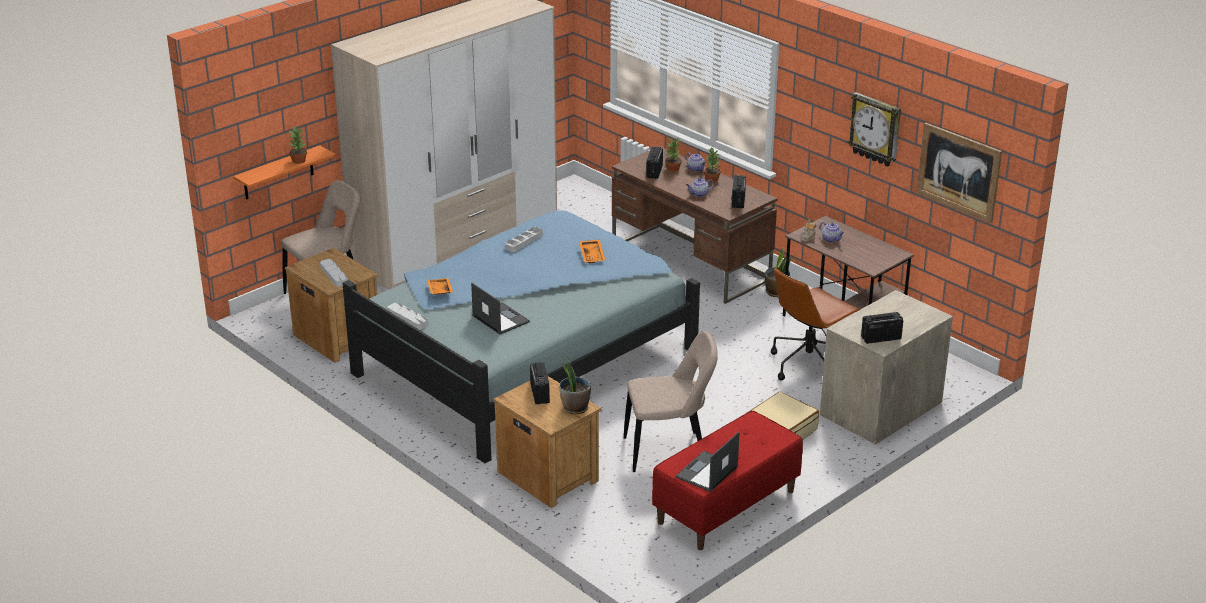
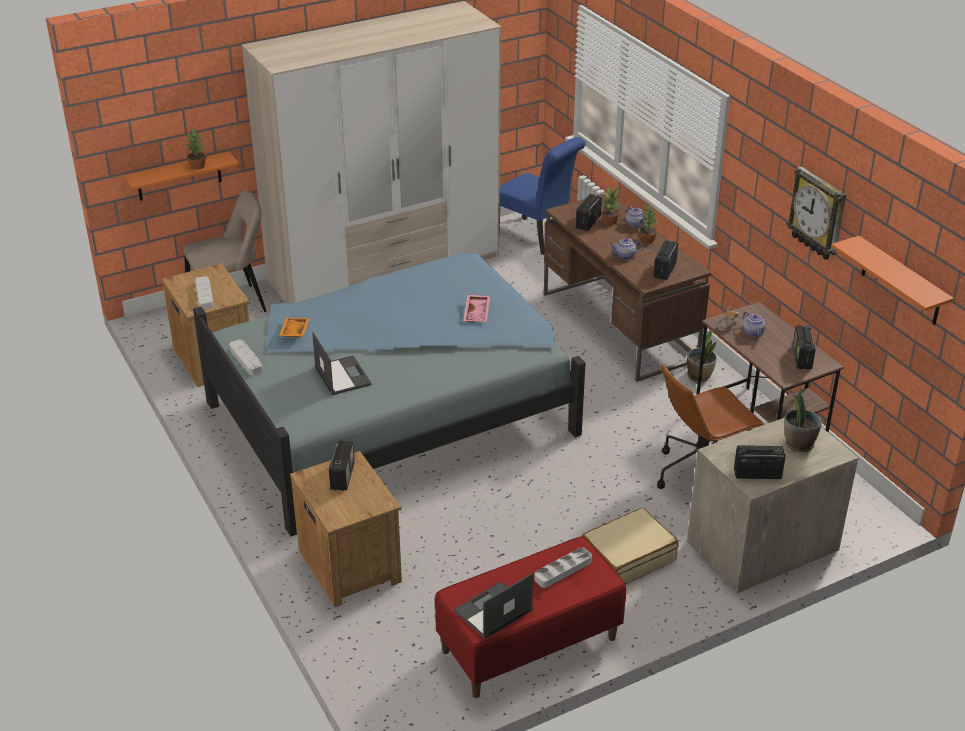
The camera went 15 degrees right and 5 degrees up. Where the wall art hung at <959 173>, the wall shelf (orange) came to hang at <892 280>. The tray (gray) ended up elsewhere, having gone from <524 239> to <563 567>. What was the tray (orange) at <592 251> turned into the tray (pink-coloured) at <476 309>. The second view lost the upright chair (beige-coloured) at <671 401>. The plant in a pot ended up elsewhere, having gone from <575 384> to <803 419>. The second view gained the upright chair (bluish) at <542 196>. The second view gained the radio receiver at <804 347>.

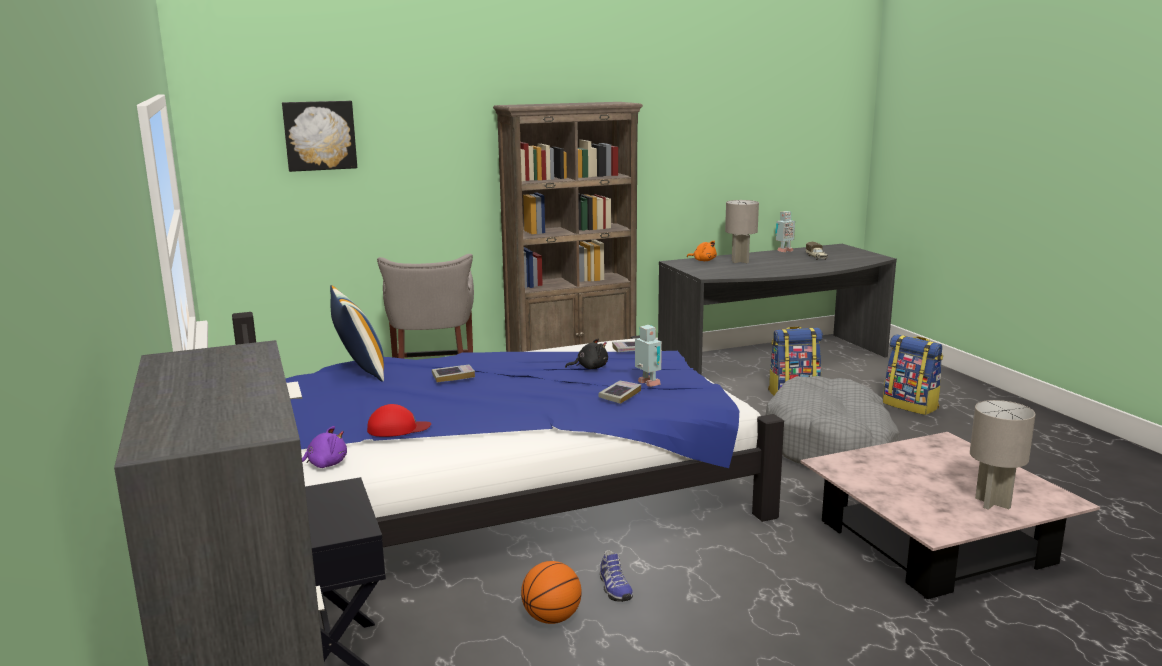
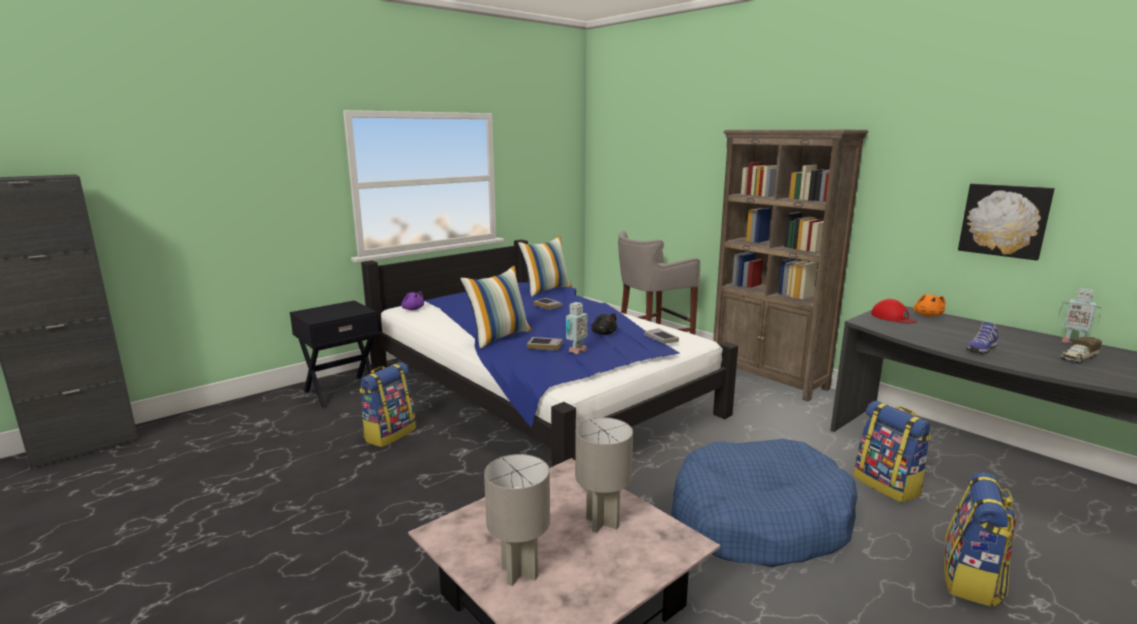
The camera went 70 degrees right and 0 degrees up. The wall art ended up elsewhere, having gone from <319 136> to <1006 221>. The lamp for a table (gray) ended up elsewhere, having gone from <742 231> to <604 475>. What was the pet bed (gray) at <833 420> turned into the pet bed (bluish) at <764 503>. The baseball cap (red) ended up elsewhere, having gone from <399 420> to <894 311>. The shoe ended up elsewhere, having gone from <616 576> to <982 338>. Where the ball for basketball stood at <551 592>, the backpack came to stand at <387 404>. The second view gained the pillow at <496 307>.

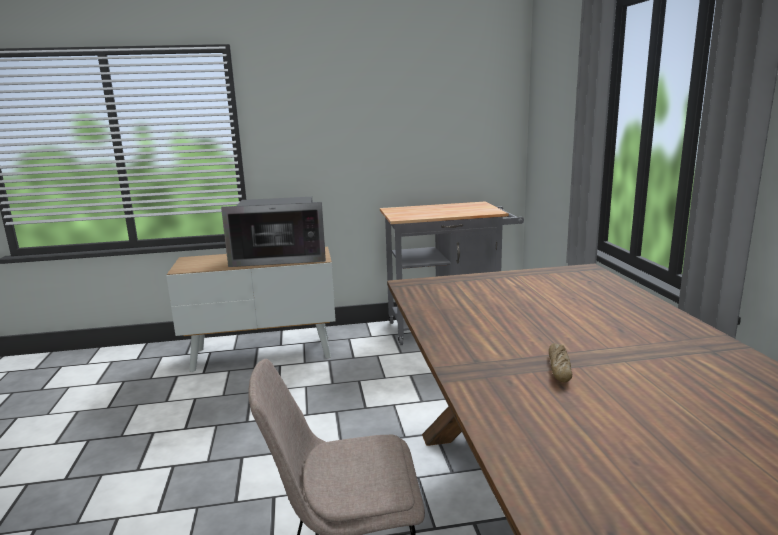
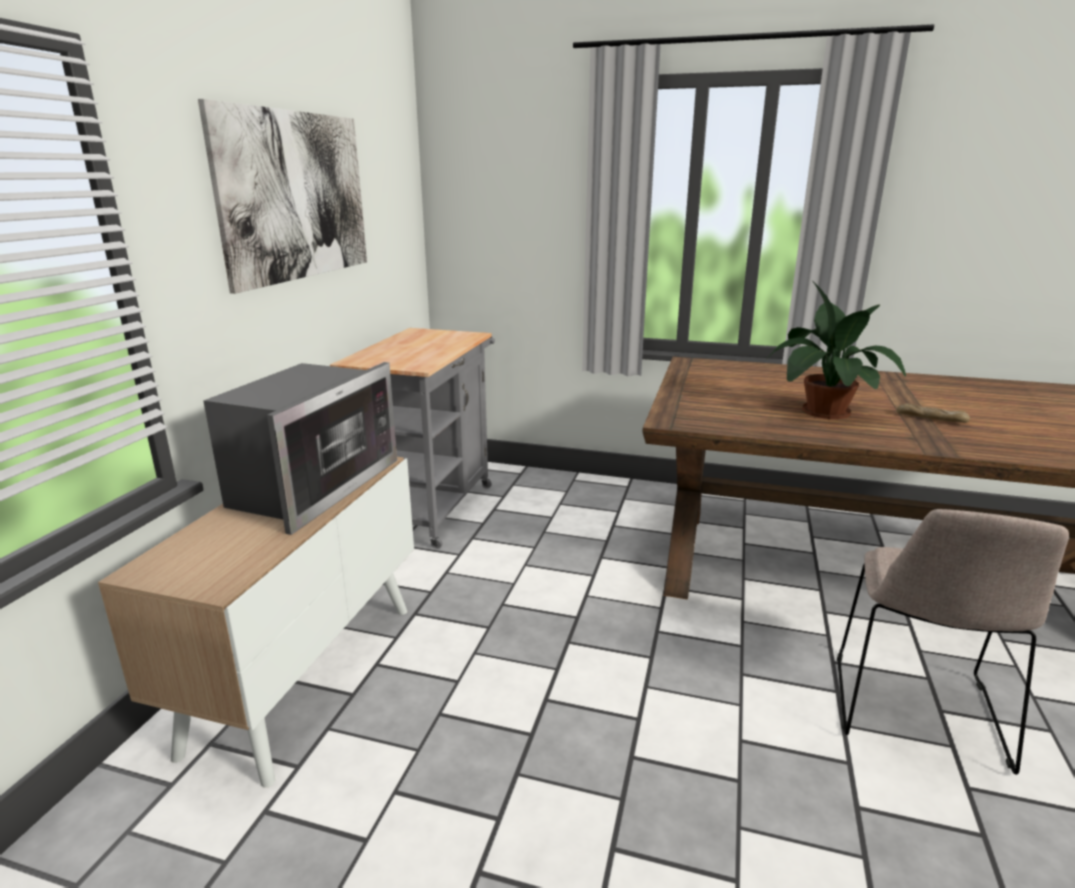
The camera went 65 degrees left and 5 degrees up. The second view gained the wall art at <282 196>. The second view gained the plant in a pot at <836 350>.

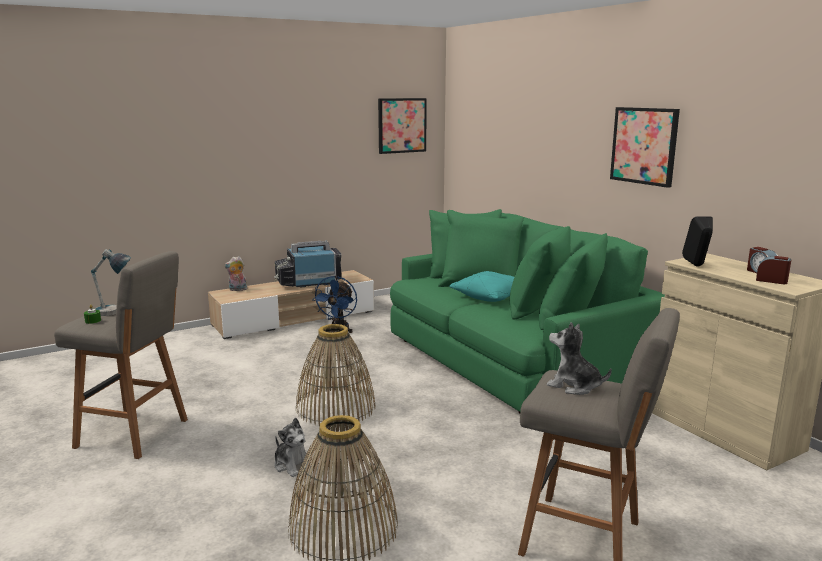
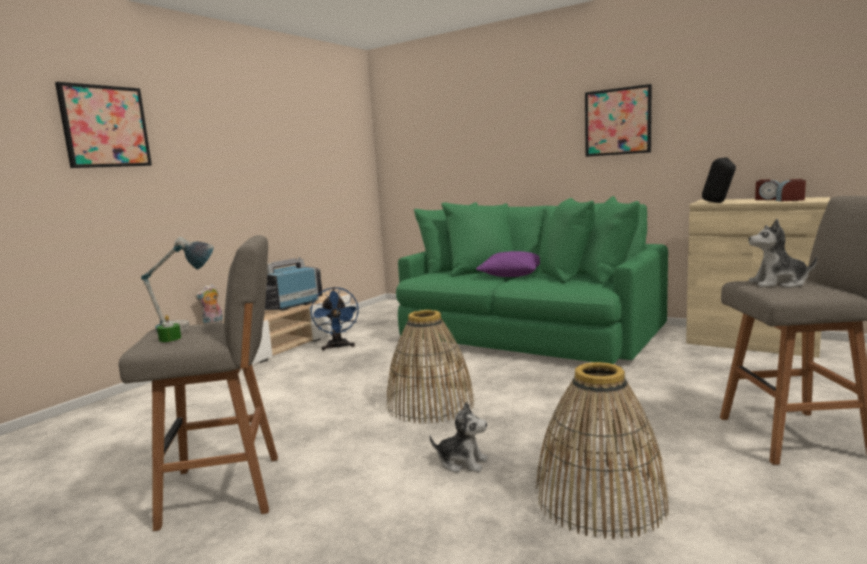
The camera went 25 degrees left and 5 degrees down. The wall art ended up elsewhere, having gone from <402 126> to <103 125>. What was the pillow (blue-green) at <481 286> turned into the pillow (purple) at <508 264>.

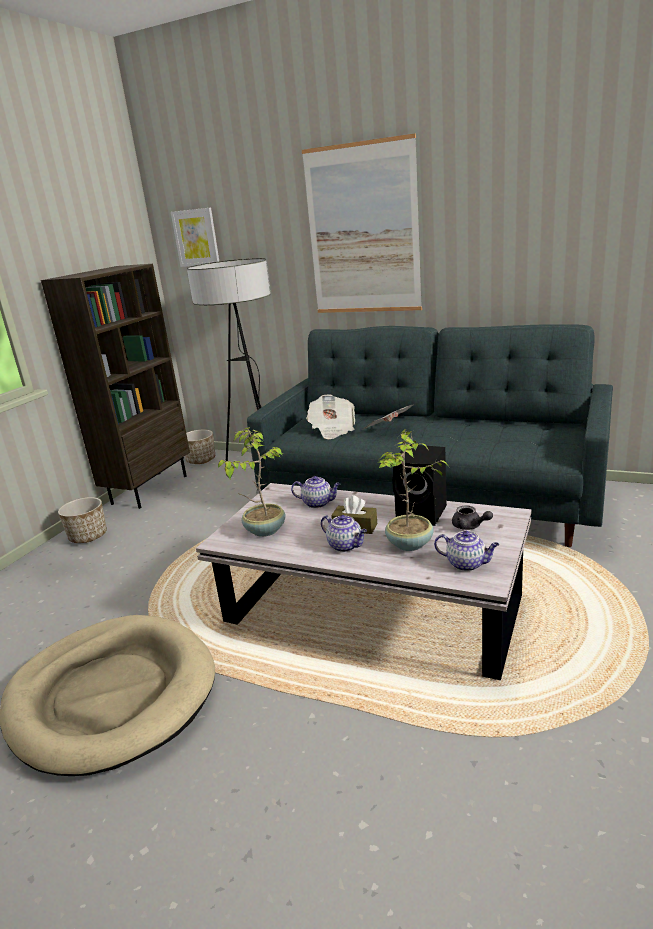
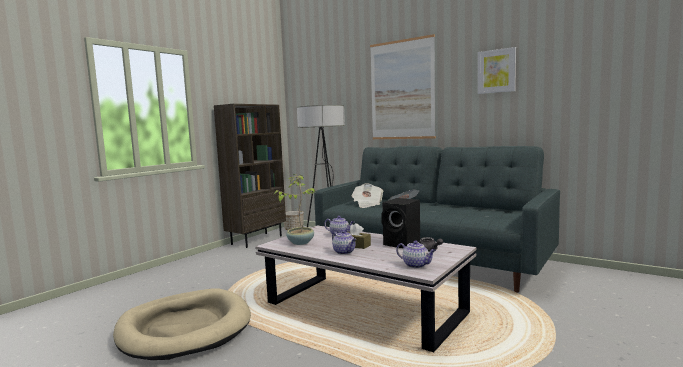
The camera went 10 degrees right and 15 degrees down. The wall art ended up elsewhere, having gone from <195 237> to <497 70>. The second view lost the plant in a pot at <413 490>. The second view lost the planter at <82 520>.

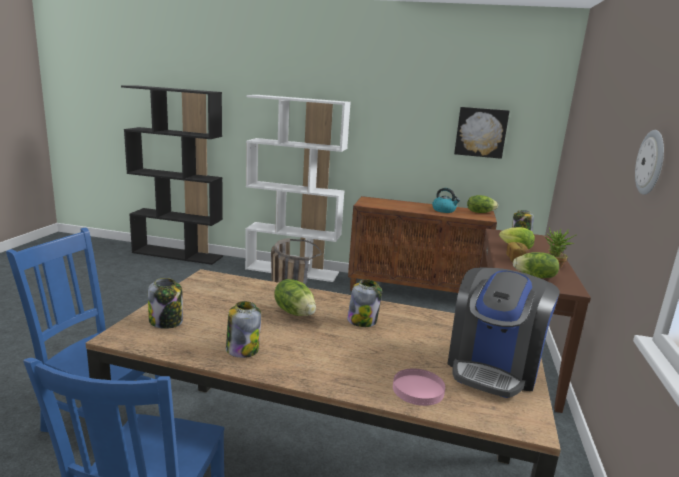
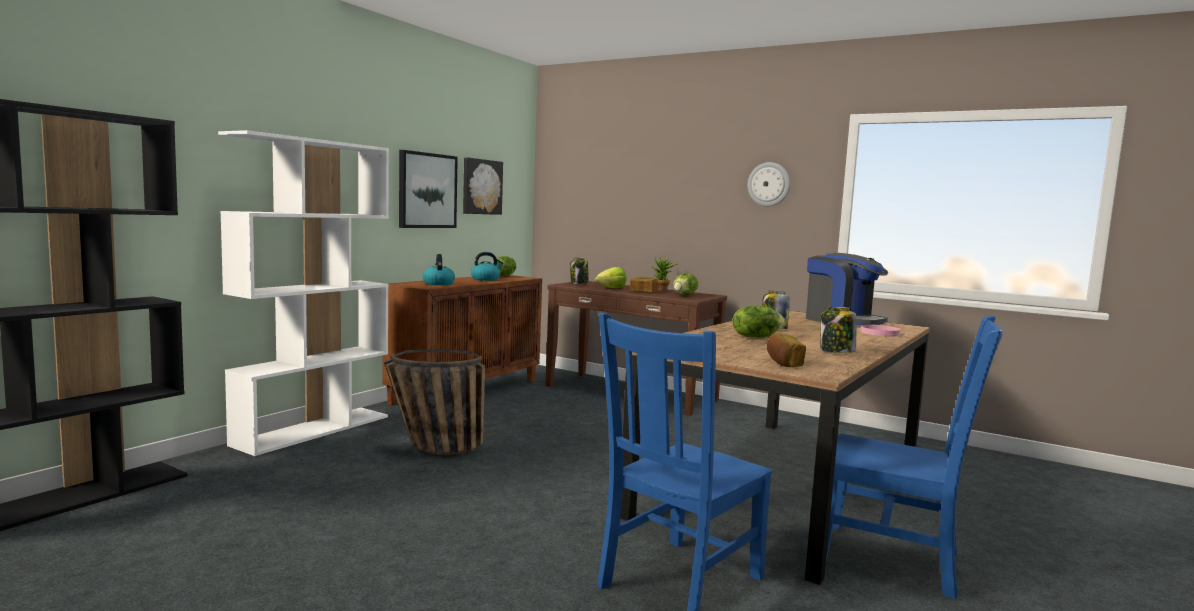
The camera went 70 degrees left and 10 degrees down. Where the jar stood at <165 303>, the baked bread came to stand at <786 350>. The second view gained the wall art at <428 189>. The second view gained the kettle at <439 269>.

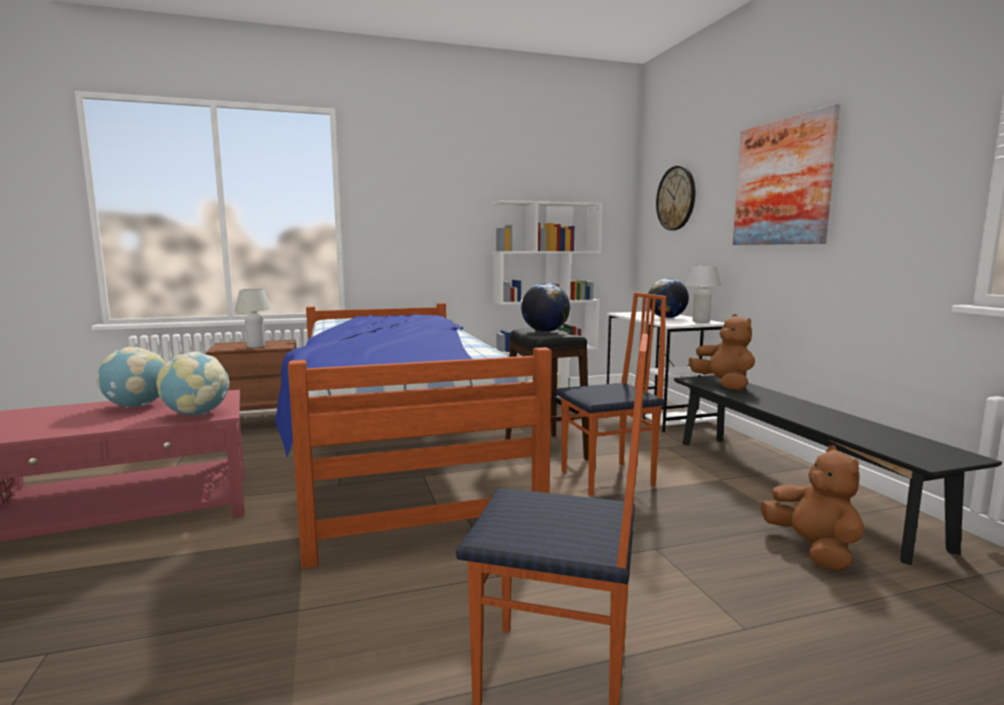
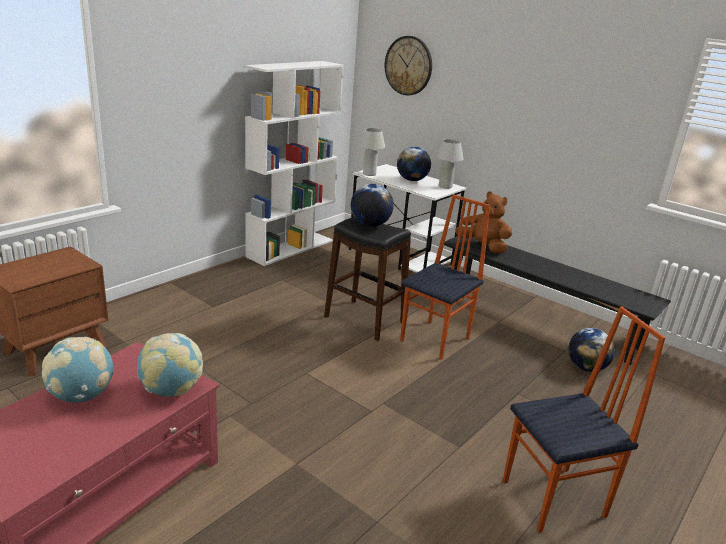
The camera went 35 degrees left and 15 degrees up. The second view lost the wall art at <786 174>. The lamp for a table (white-coloured) ended up elsewhere, having gone from <252 318> to <371 152>. The second view lost the bedroom bed at <413 436>. Where the cuddly toy (brown) stood at <812 508>, the globe came to stand at <591 350>.

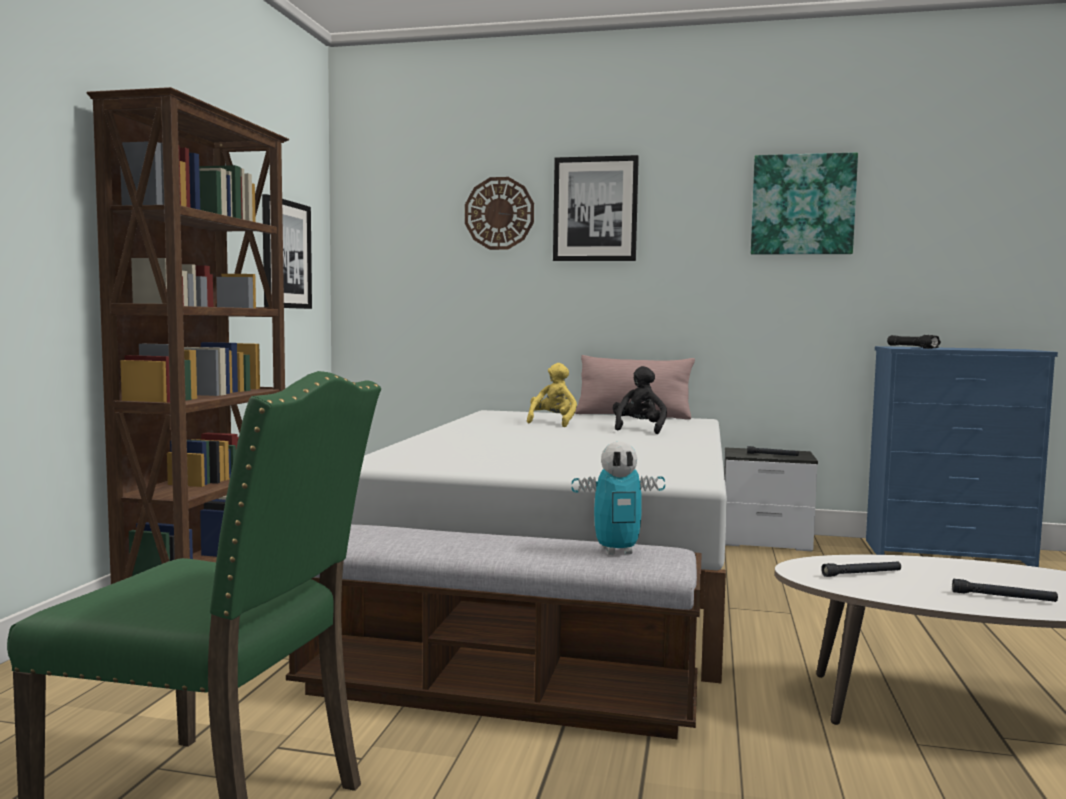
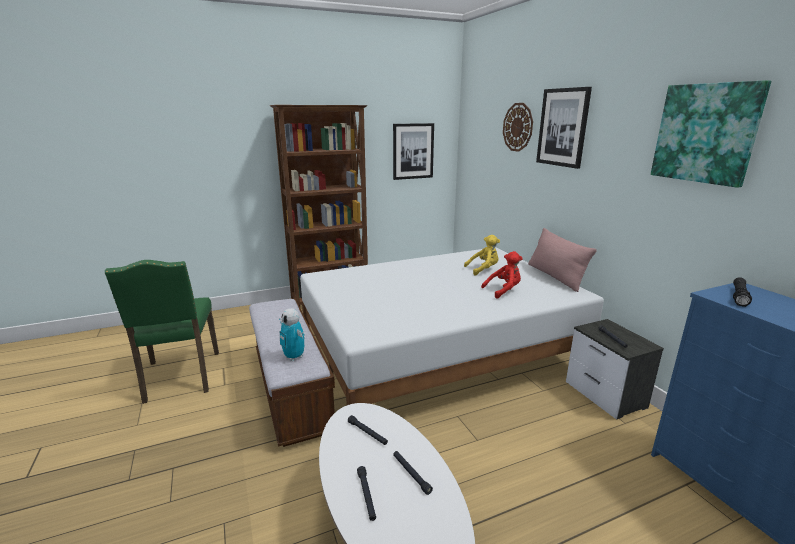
The camera went 55 degrees right and 15 degrees up. What was the cuddly toy (black) at <640 400> turned into the cuddly toy (red) at <502 275>. The second view gained the torch (black) at <413 473>.

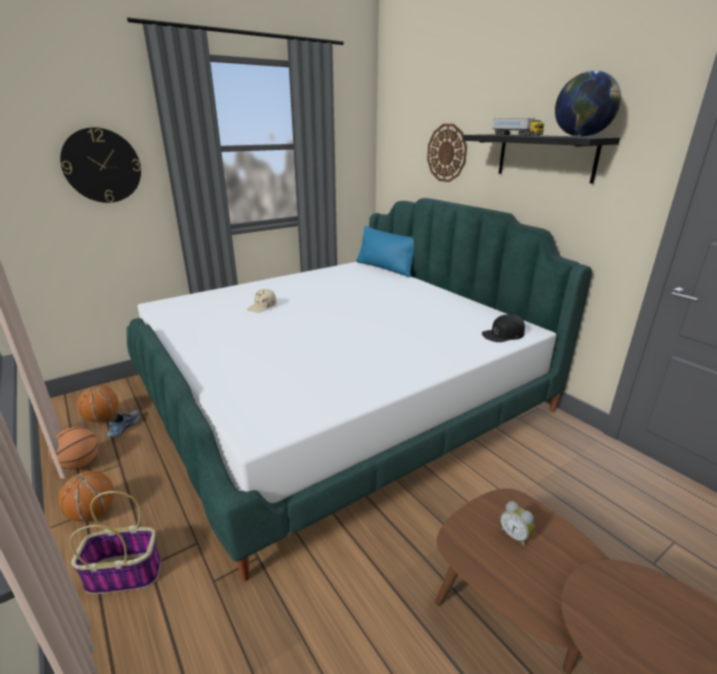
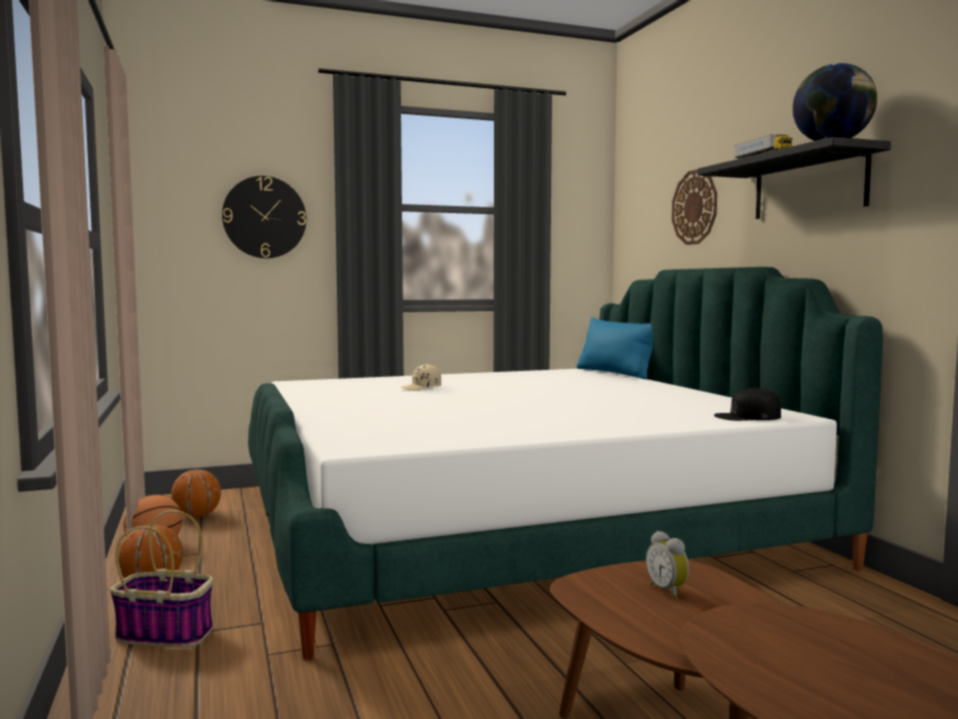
The camera went 15 degrees right and 20 degrees down. The second view lost the shoe at <123 423>.

